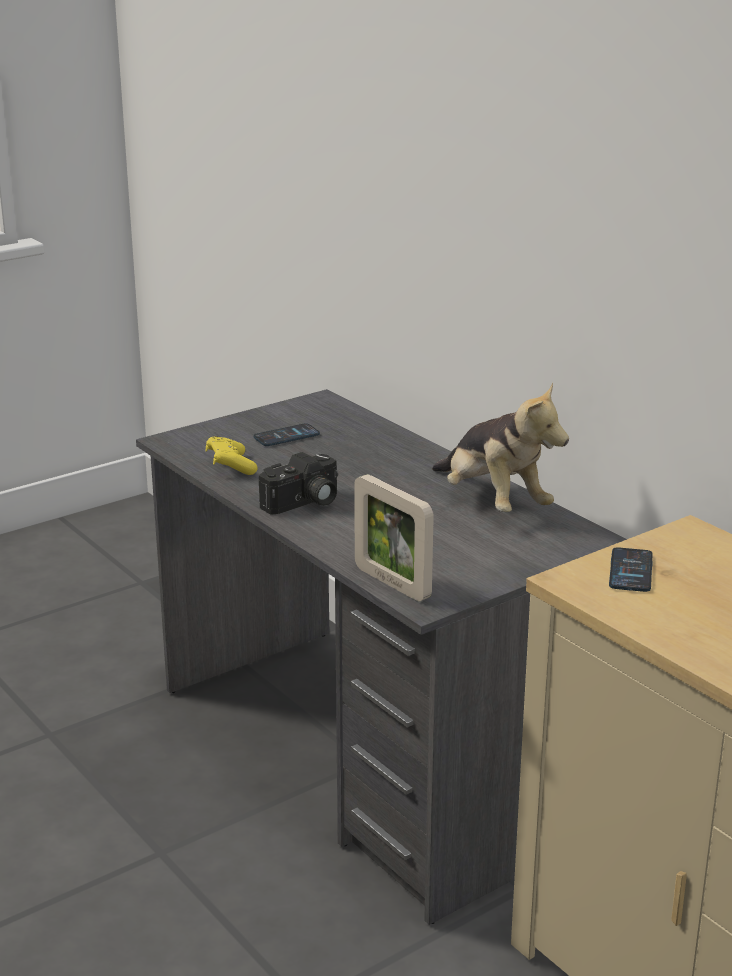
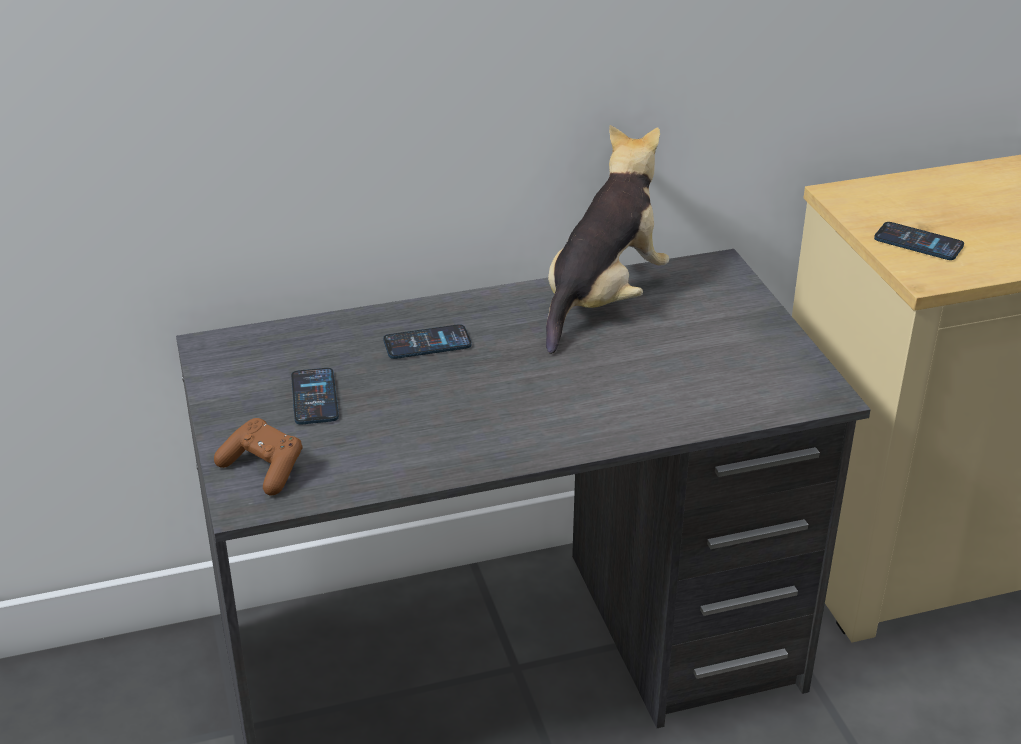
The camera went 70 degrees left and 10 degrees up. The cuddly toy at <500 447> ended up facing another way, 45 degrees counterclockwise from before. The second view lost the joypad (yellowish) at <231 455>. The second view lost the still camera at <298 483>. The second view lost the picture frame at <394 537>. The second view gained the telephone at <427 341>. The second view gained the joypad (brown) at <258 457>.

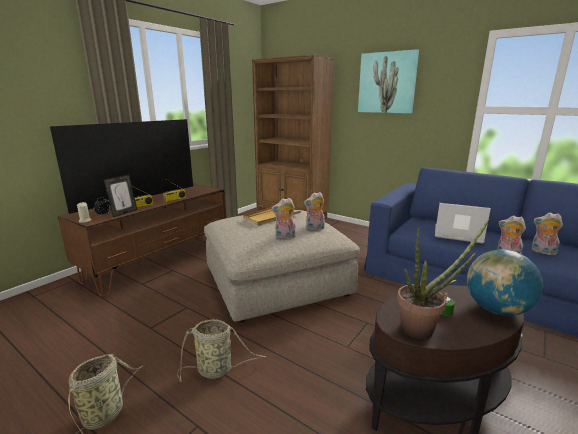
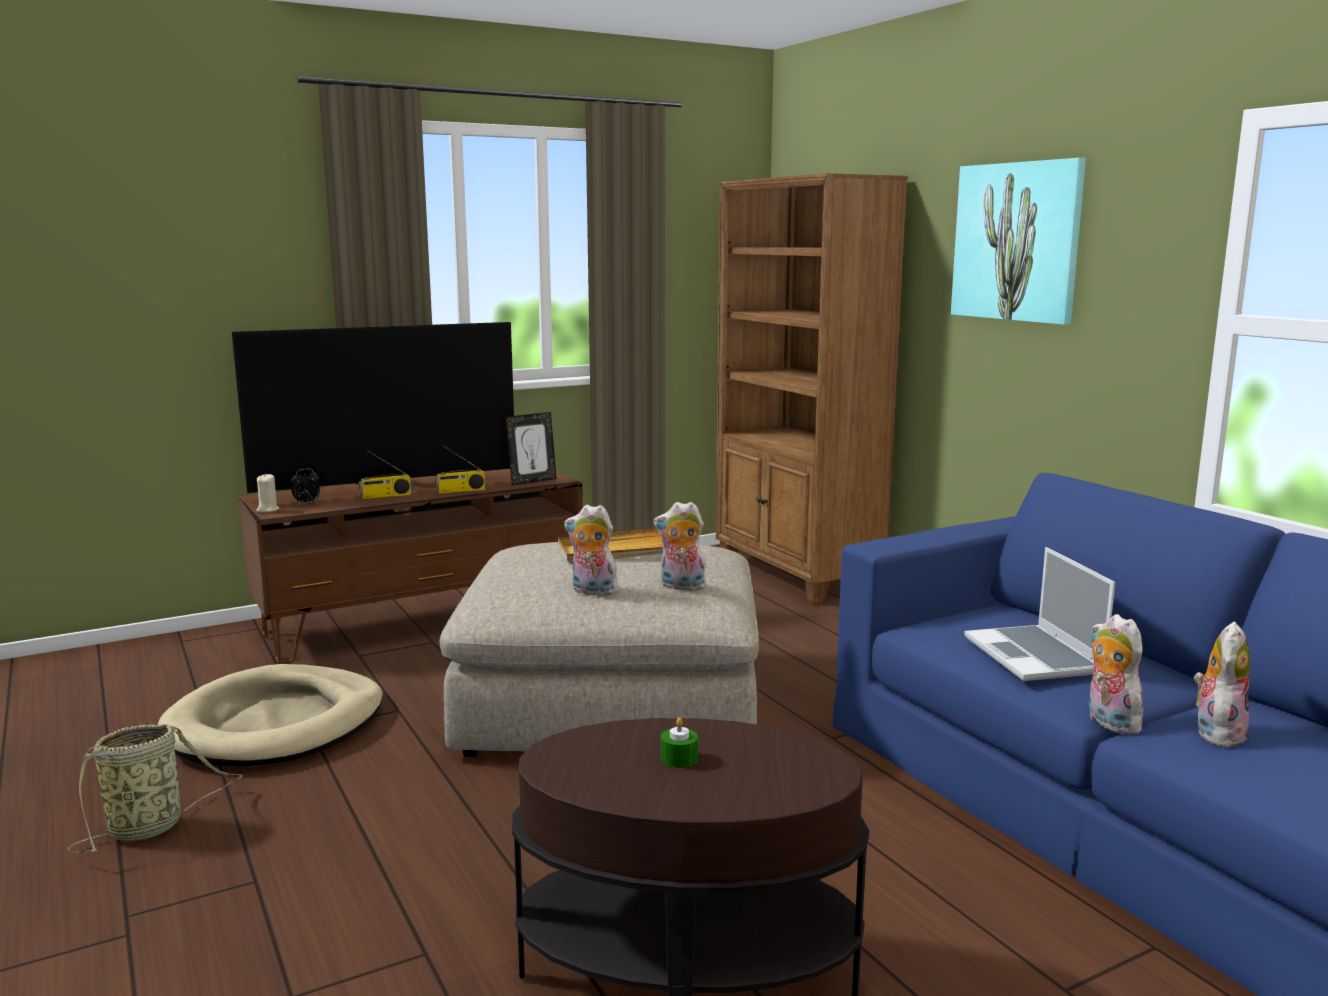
The camera went 25 degrees right and 5 degrees down. The picture frame ended up elsewhere, having gone from <120 195> to <531 449>. The portable computer at <463 223> ended up facing another way, 150 degrees counterclockwise from before. The cuddly toy at <547 234> ended up facing another way, 60 degrees clockwise from before. The second view lost the plant in a pot at <443 279>. The second view lost the globe at <505 282>. The second view lost the storage basket at <221 350>. The second view gained the pet bed (beige-coloured) at <270 715>.

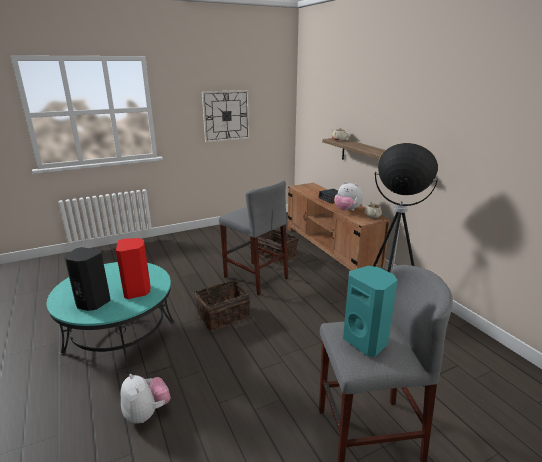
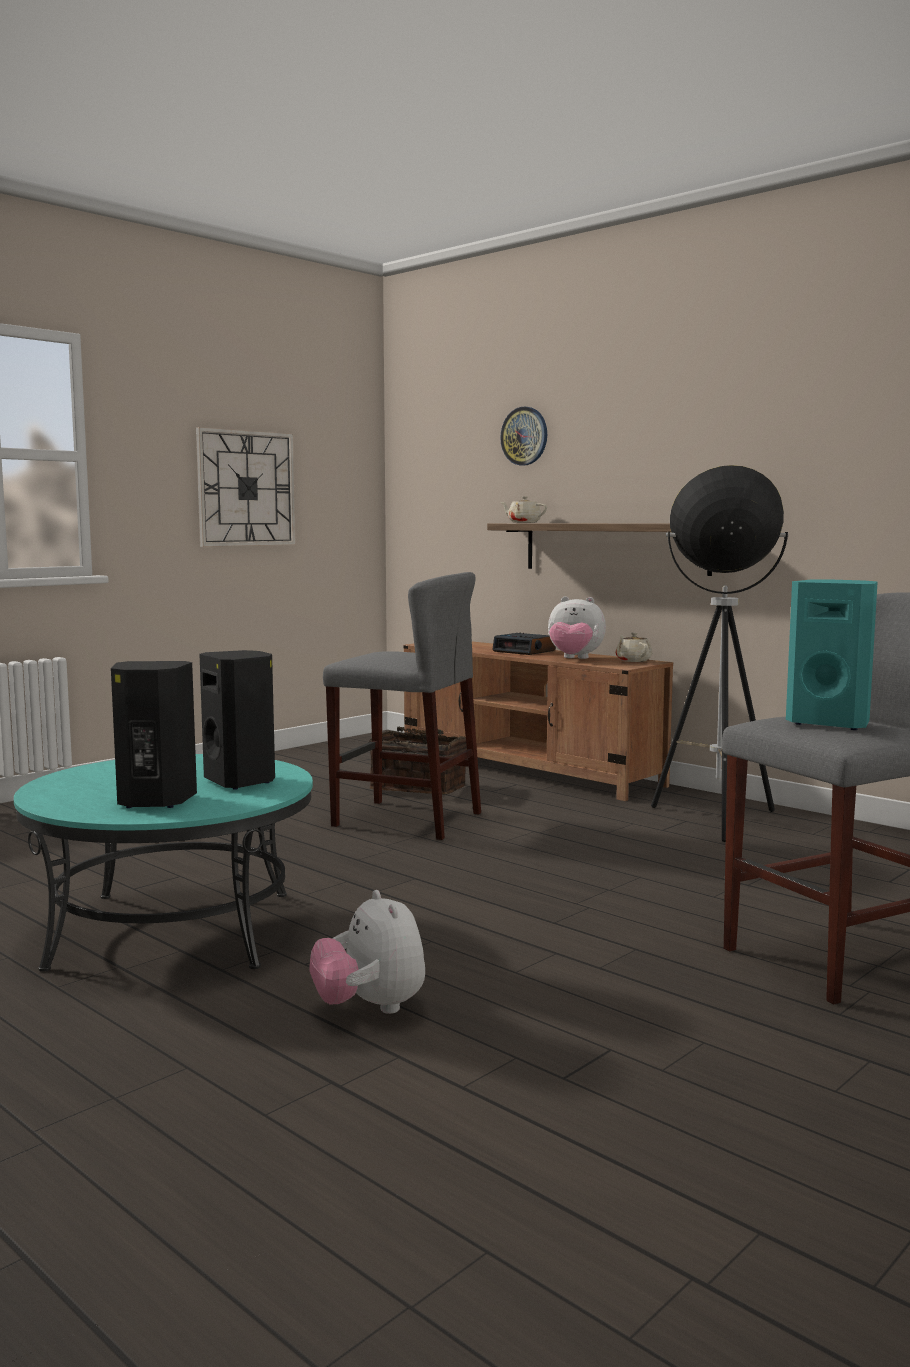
The camera went 20 degrees left and 15 degrees down. What was the audio speaker (red) at <133 268> turned into the audio speaker (black) at <237 720>. The second view lost the storage basket at <221 305>. The cuddly toy at <146 399> ended up facing another way, 150 degrees counterclockwise from before. The second view gained the hanging clock at <523 436>.

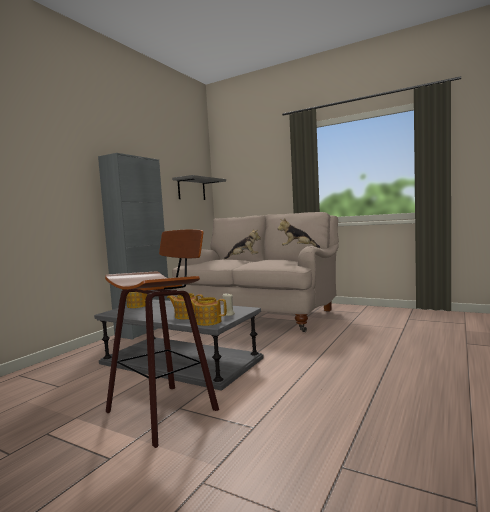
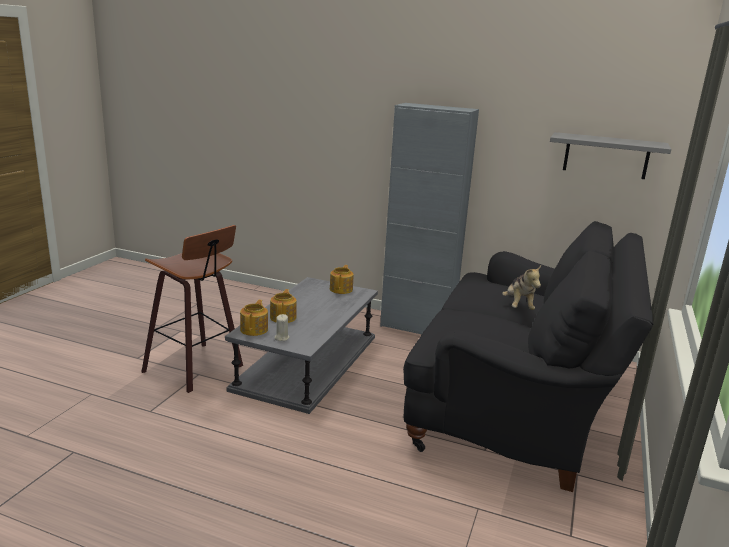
The camera went 80 degrees right and 15 degrees up. What was the sofa (beige-coloured) at <255 272> turned into the sofa (black) at <528 356>. The second view lost the cuddly toy at <298 233>.

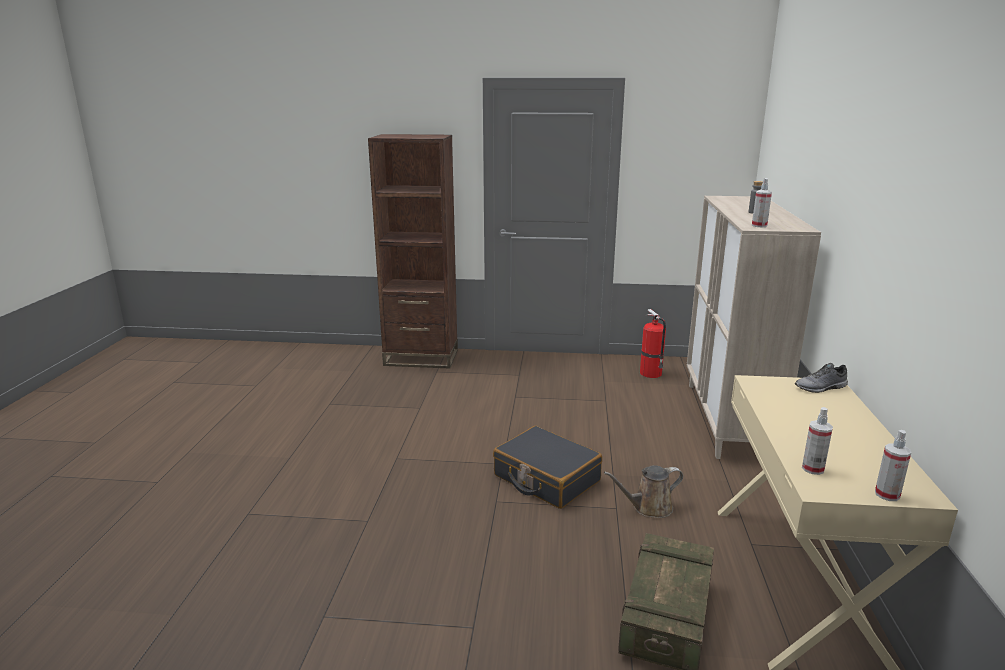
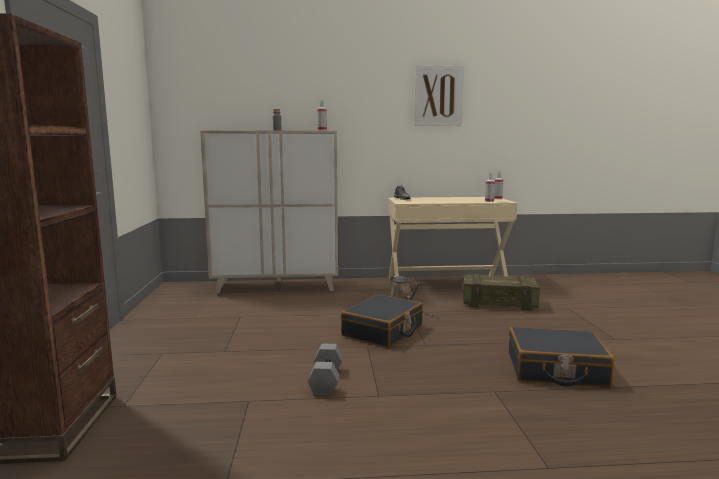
The camera went 100 degrees left and 10 degrees down. The second view lost the extinguisher at <653 343>. The second view gained the wall art at <439 95>. The second view gained the piece of luggage (black) at <561 357>. The second view gained the dumbbell (gray) at <325 369>.

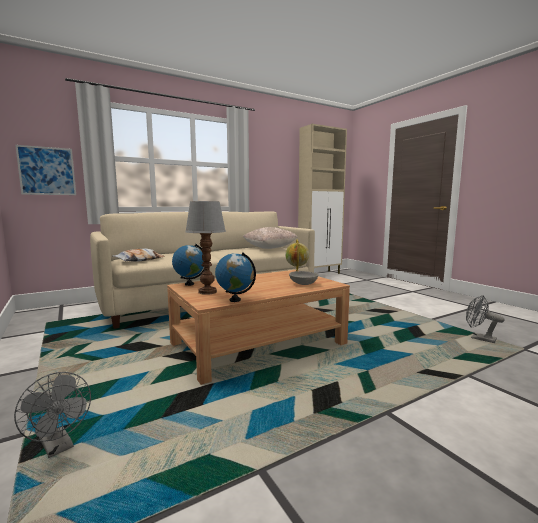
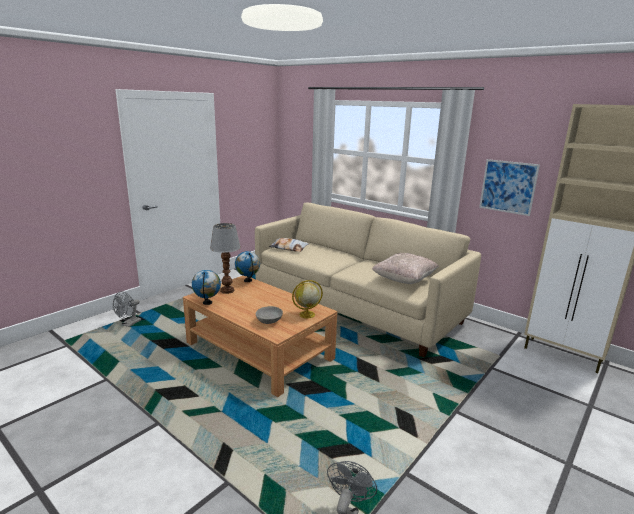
The camera went 70 degrees right and 10 degrees up. The wall art ended up elsewhere, having gone from <45 170> to <509 187>.

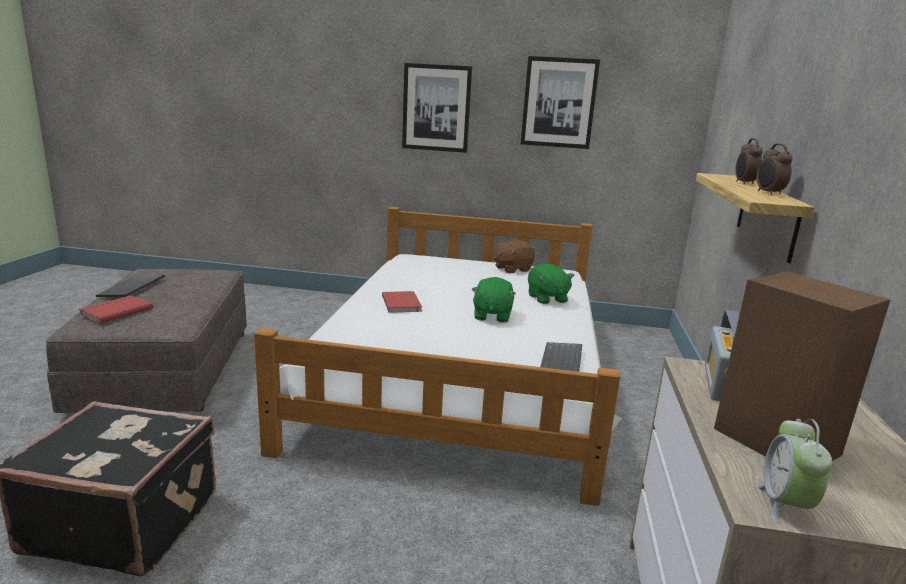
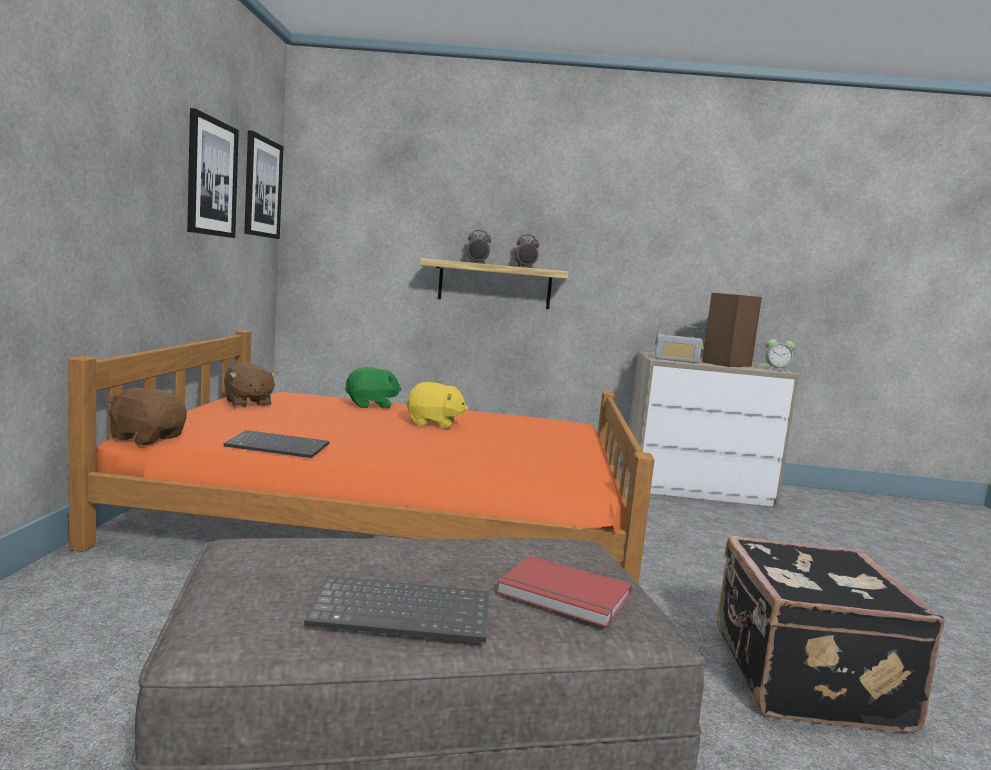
The camera went 95 degrees left and 10 degrees down. The wall art ended up elsewhere, having gone from <437 108> to <263 184>. What was the bedroom bed (white-coloured) at <438 356> turned into the bedroom bed (orange) at <361 457>. What was the cuddly toy (green) at <493 300> turned into the cuddly toy (yellowish) at <437 405>. The second view lost the volume (red) at <402 302>. The PC keyboard ended up elsewhere, having gone from <561 357> to <276 444>. The second view gained the cuddly toy (brown) at <147 416>.

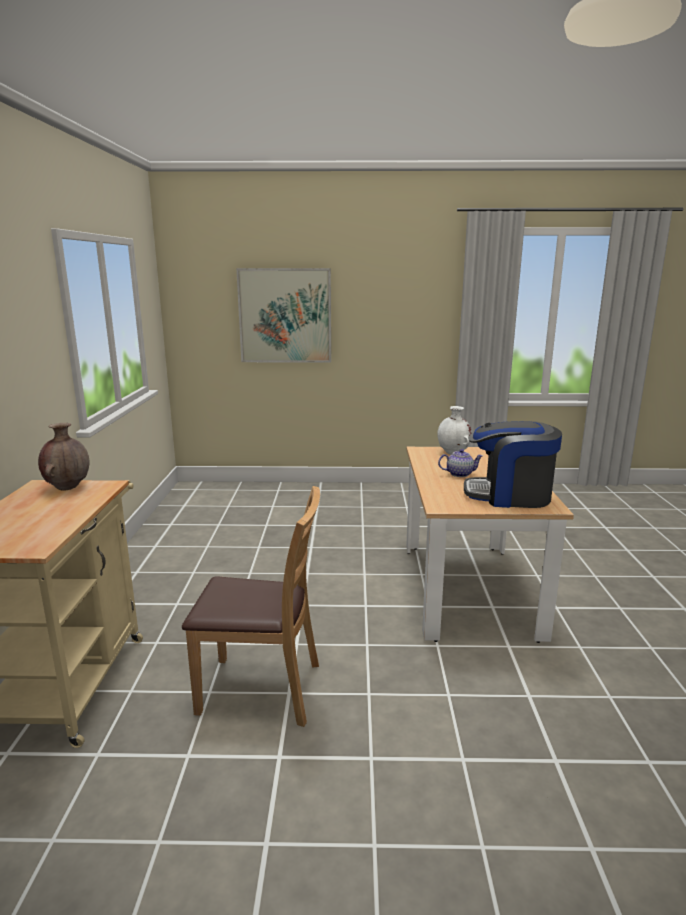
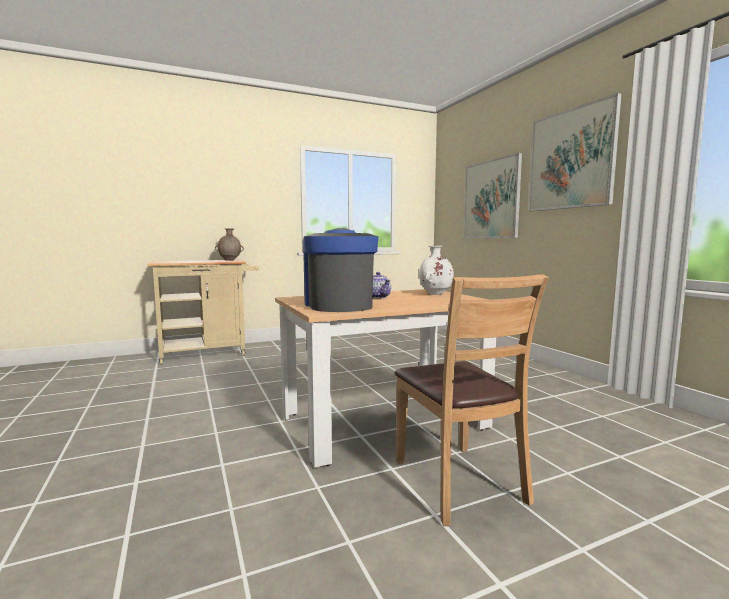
The camera went 65 degrees right and 10 degrees down. The upright chair (brown) ended up elsewhere, having gone from <251 606> to <472 400>. The second view gained the wall art at <575 152>.

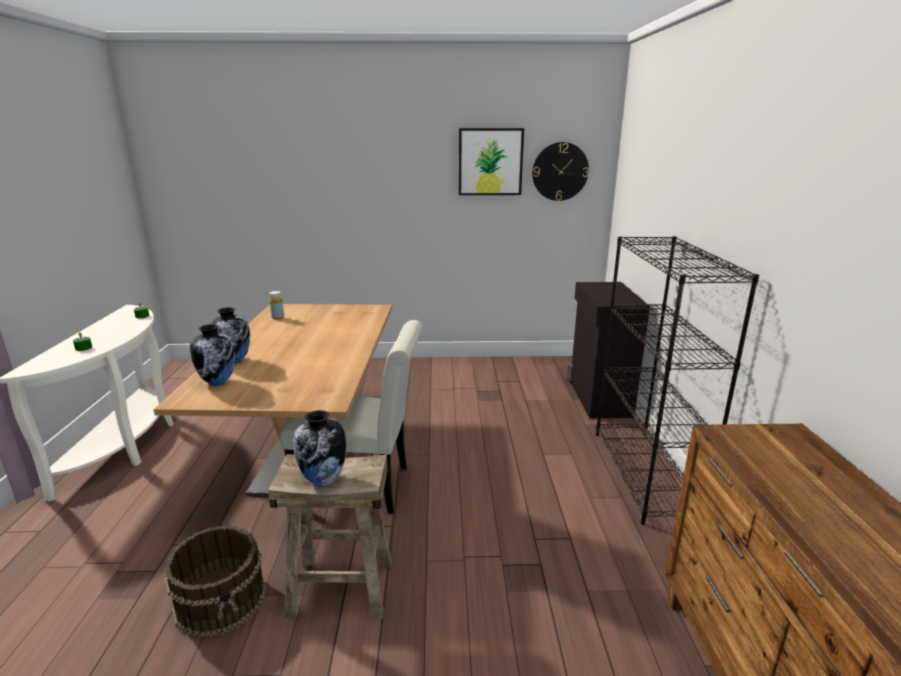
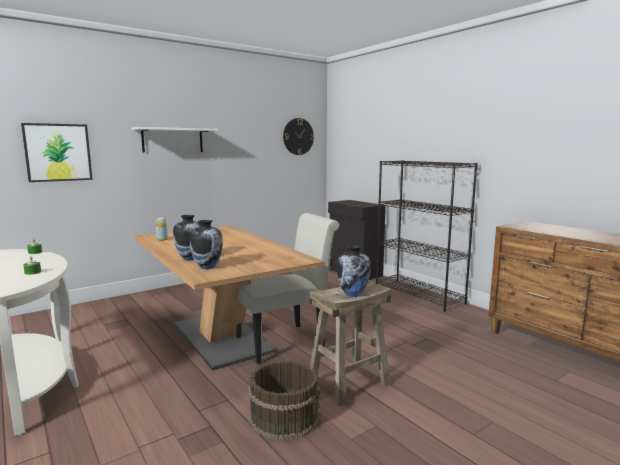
The camera went 35 degrees left and 10 degrees down. The wall art ended up elsewhere, having gone from <491 161> to <57 152>. The second view gained the wall shelf (white-coloured) at <174 139>.

